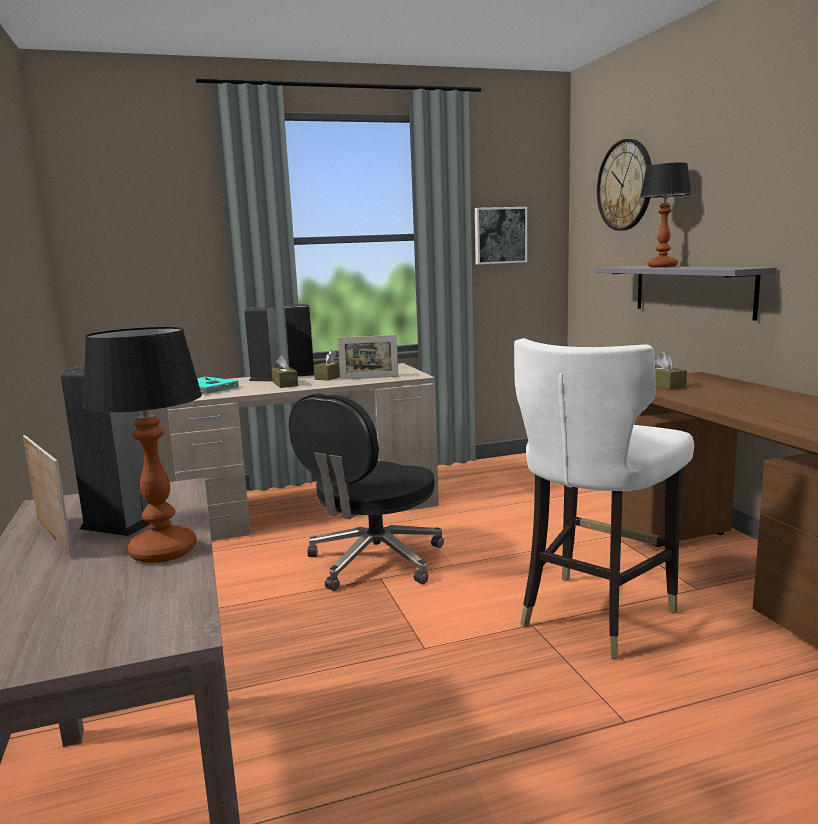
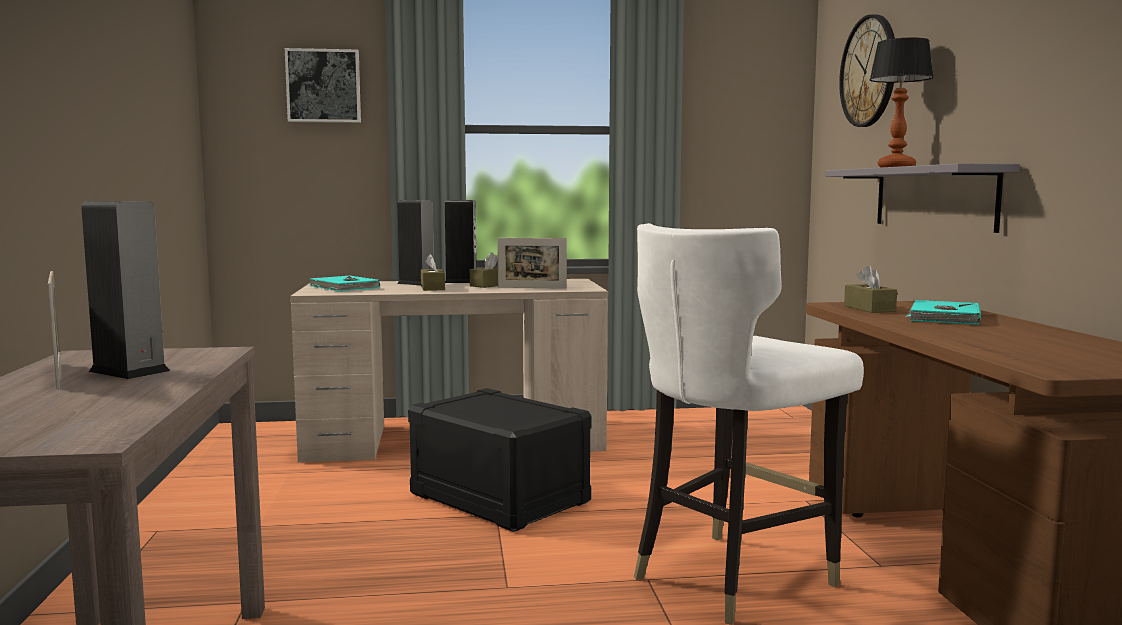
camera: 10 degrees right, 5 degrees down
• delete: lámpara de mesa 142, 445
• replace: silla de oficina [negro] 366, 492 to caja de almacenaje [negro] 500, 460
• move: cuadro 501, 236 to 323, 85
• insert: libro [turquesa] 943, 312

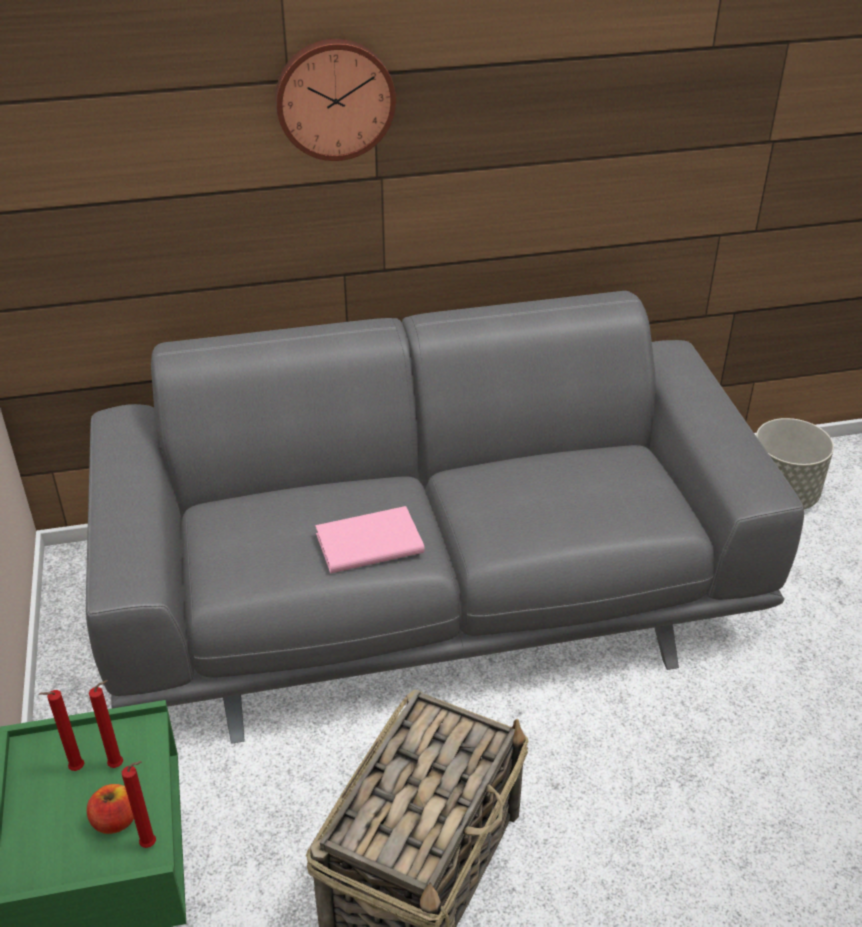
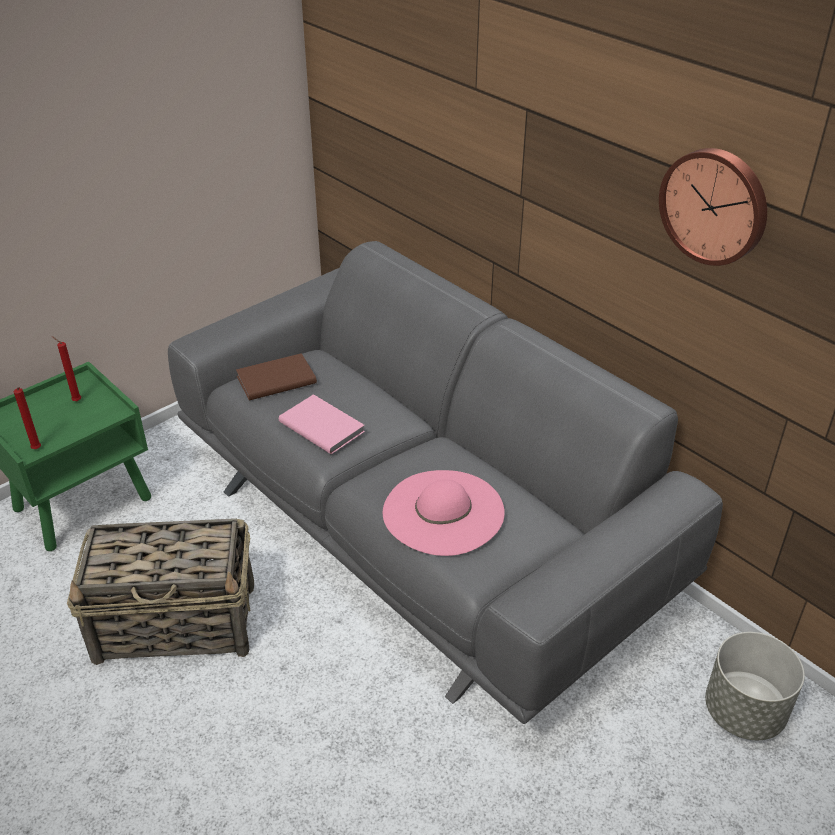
camera: 60 degrees right, 0 degrees up
• delete: manzana 110, 809
• delete: vela [rojo] 106, 724
• move: reloj de pared 335, 100 to 713, 207
• insert: libro [marrón] 276, 377
• insert: sombrero [rosa] 444, 513

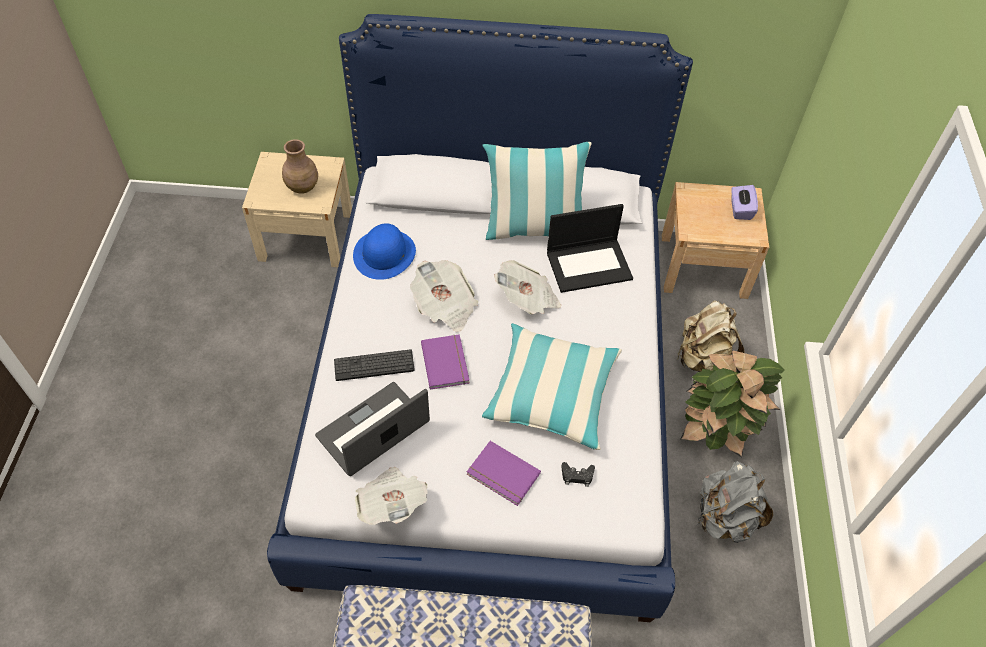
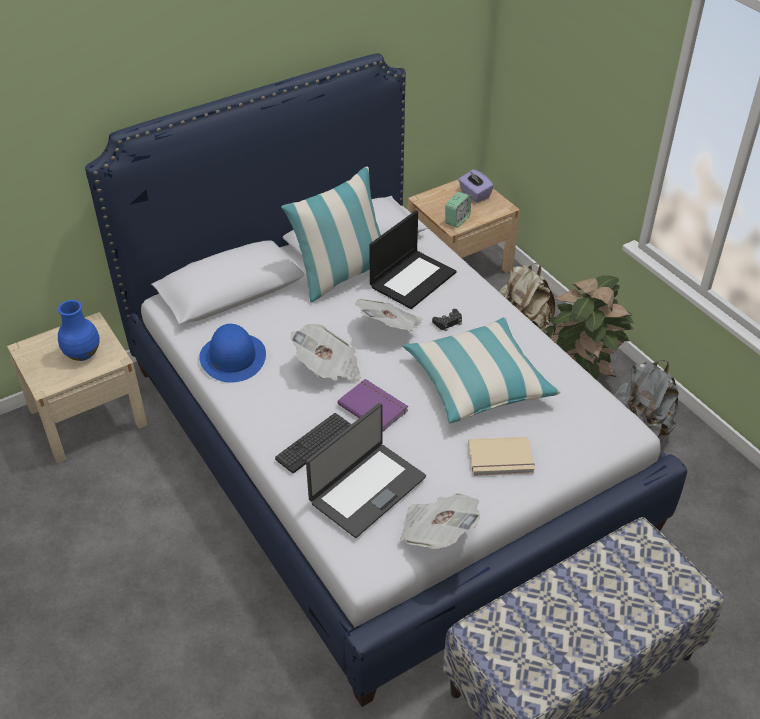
camera: 35 degrees left, 10 degrees down
• recolor: florero [marrón] 300, 166 to florero [azul] 79, 330
• rotate: portátil 372, 429 = 366, 470 150 degrees counterclockwise
• recolor: libro [morado] 504, 473 to libro [beis] 501, 456
• move: mando de consola [negro] 578, 474 to 447, 320
• insert: despertador 458, 209

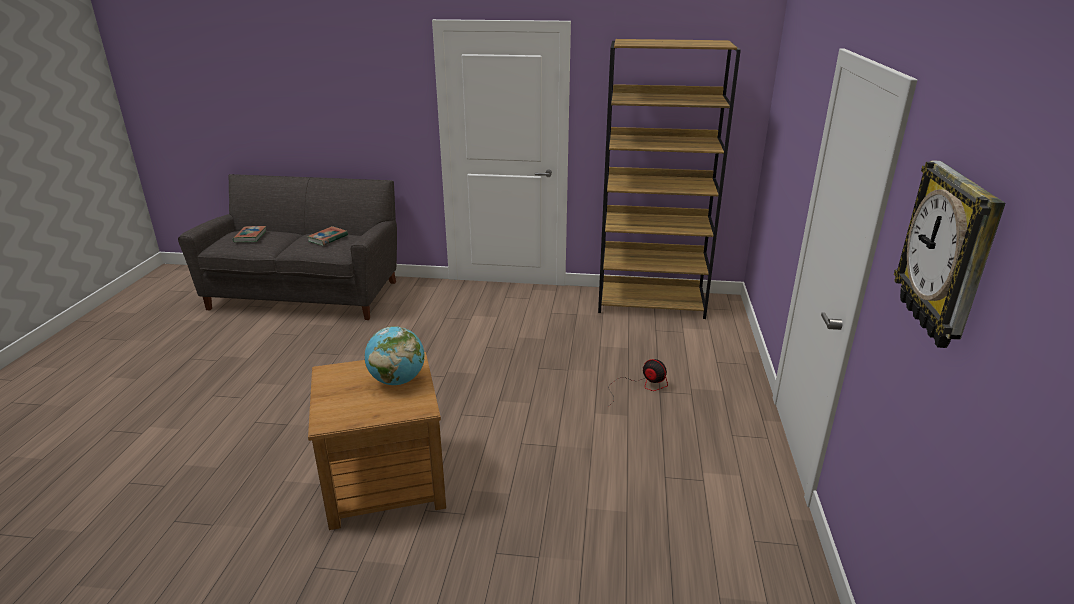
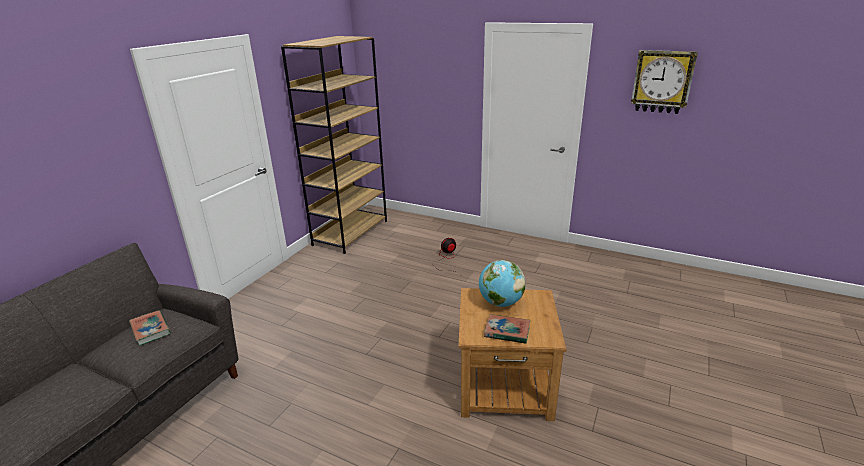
camera: 70 degrees left, 0 degrees up
• move: libro 250, 234 to 507, 328

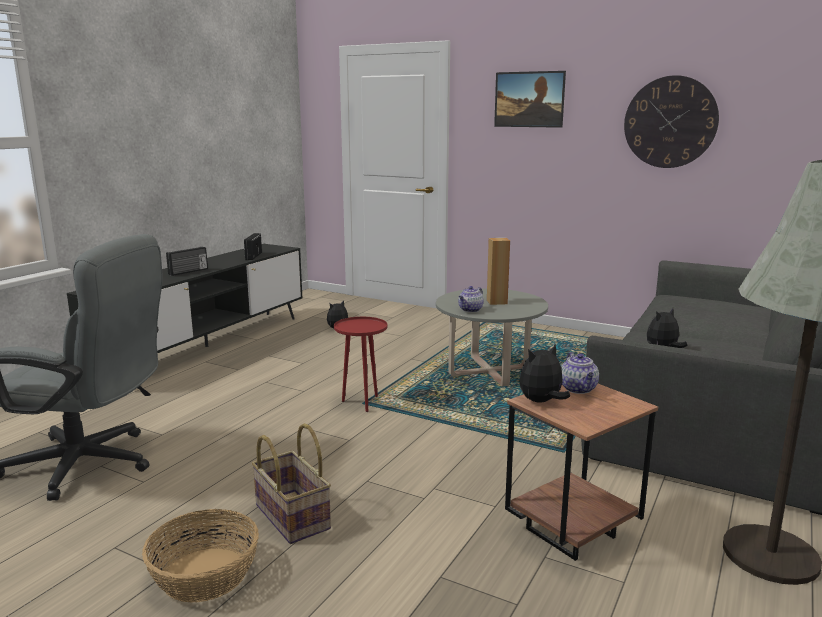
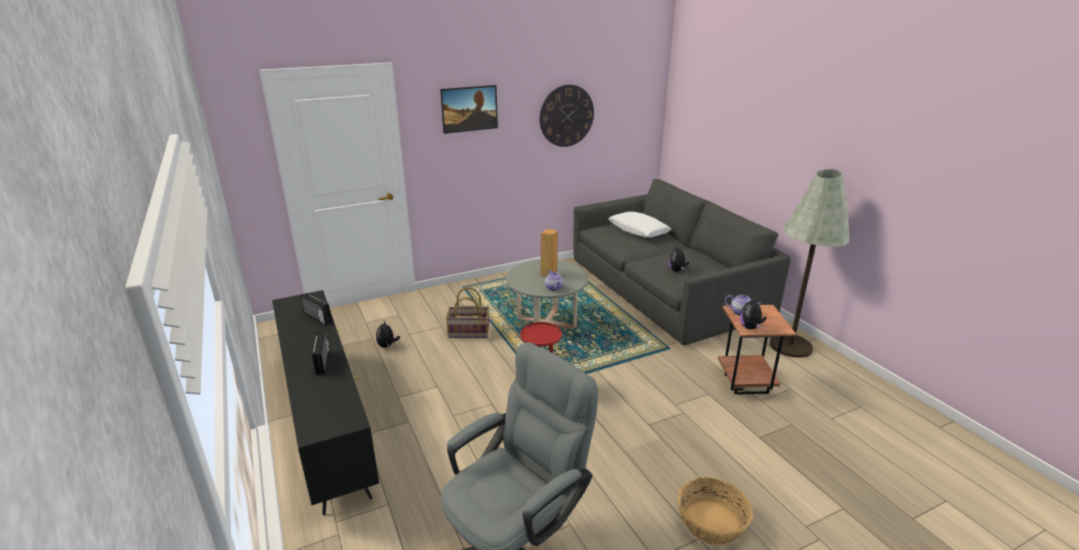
camera: 55 degrees left, 10 degrees up
• move: cesta 291, 483 to 467, 312
• insert: cojín [blanco] 640, 225

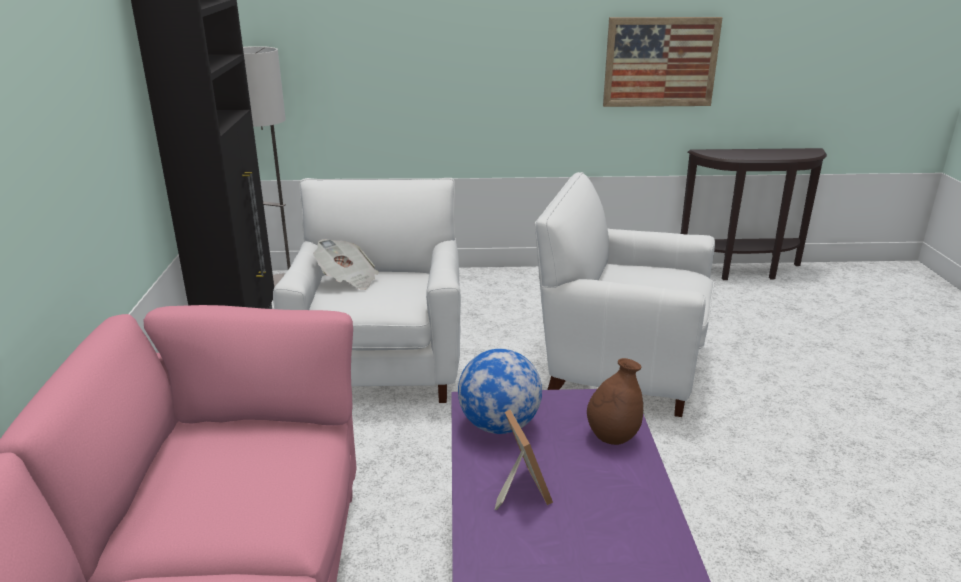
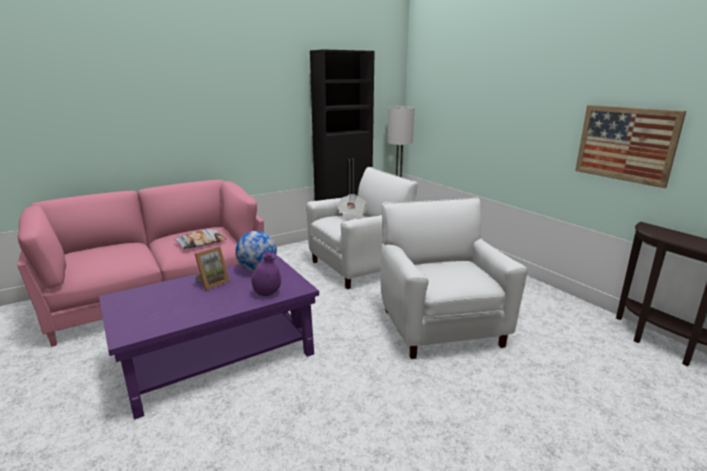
camera: 60 degrees right, 5 degrees down
• recolor: florero [marrón] 615, 401 to florero [morado] 266, 274
• insert: cojín 200, 239

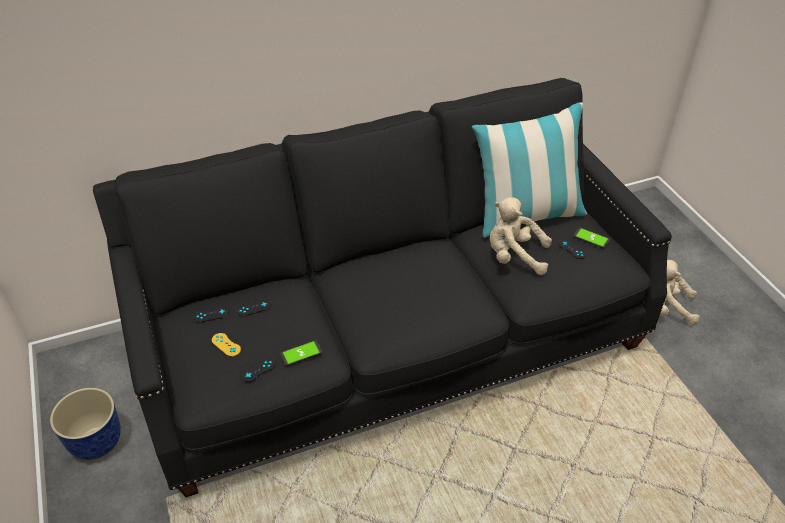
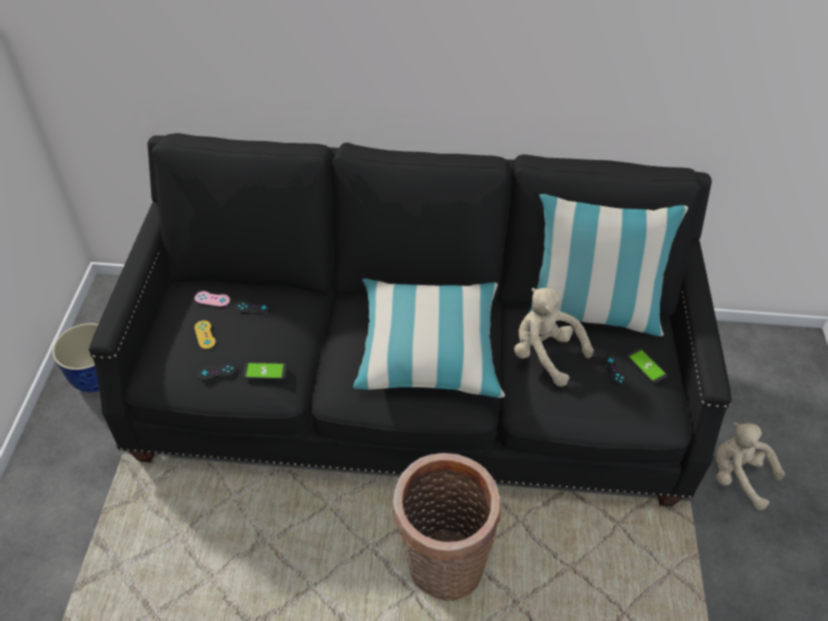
camera: 25 degrees right, 5 degrees up
• recolor: mando de consola [negro] 211, 314 to mando de consola [rosa] 212, 299
• insert: cojín 429, 338
• insert: cesta 446, 527

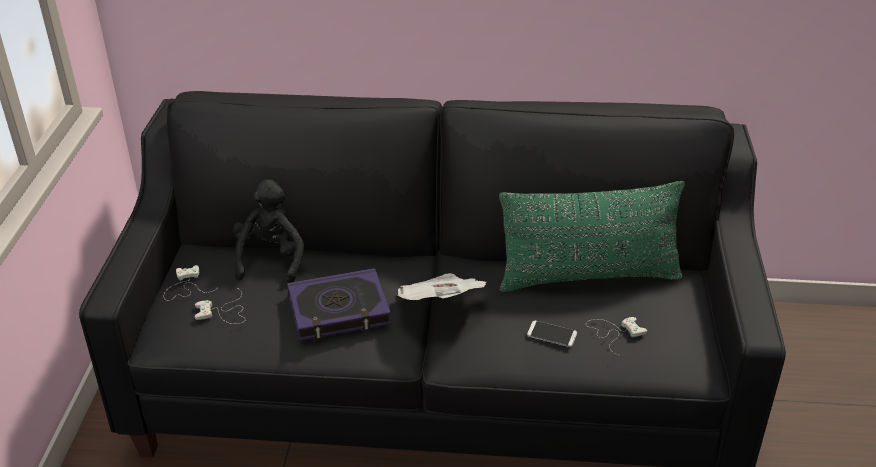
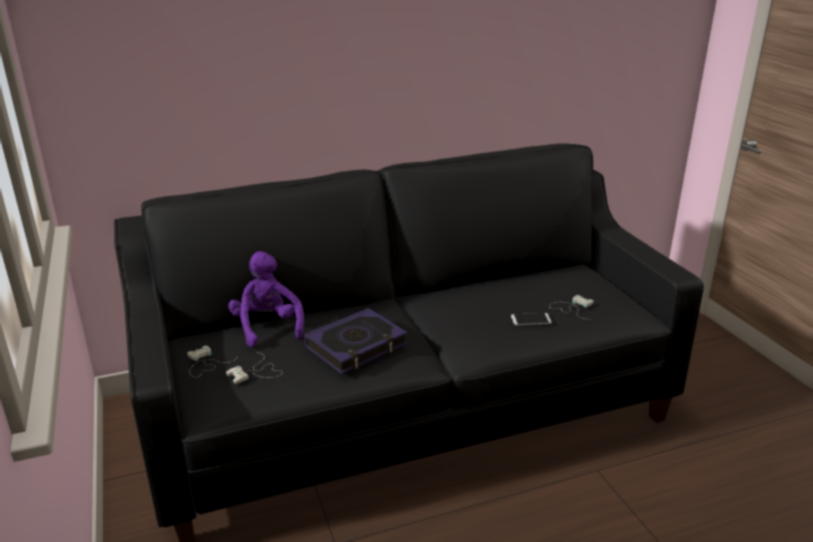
camera: 25 degrees left, 10 degrees down
• recolor: peluche [negro] 268, 231 to peluche [morado] 266, 299
• delete: periódico 442, 286
• delete: cojín [verde] 592, 236

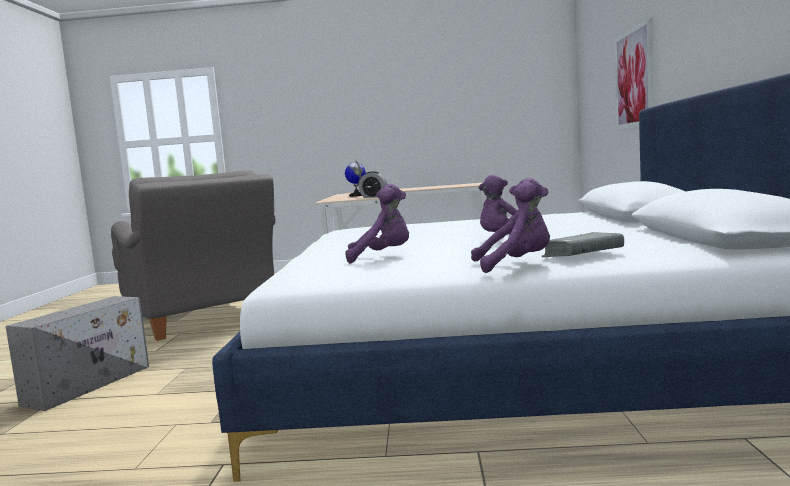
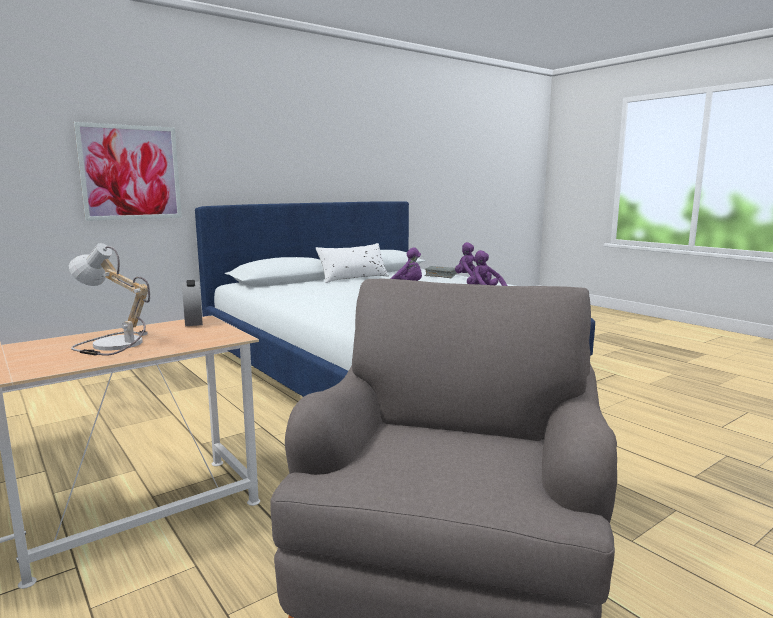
camera: 130 degrees left, 5 degrees up
• delete: caja de almacenaje [gris] 77, 353
• replace: globo terráqueo 355, 178 to lámpara de mesa 109, 299
• insert: cojín [blanco] 352, 263

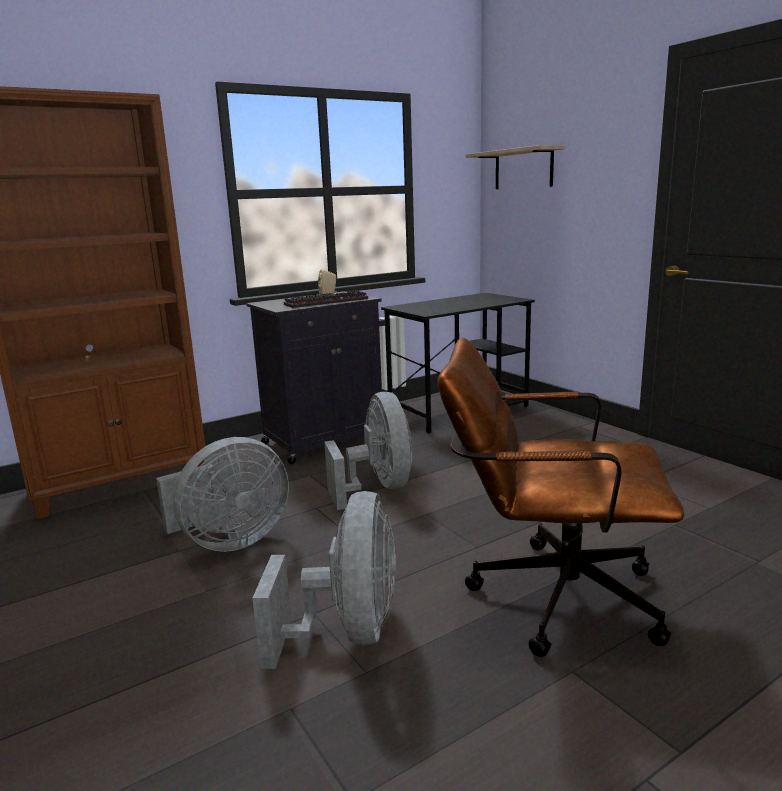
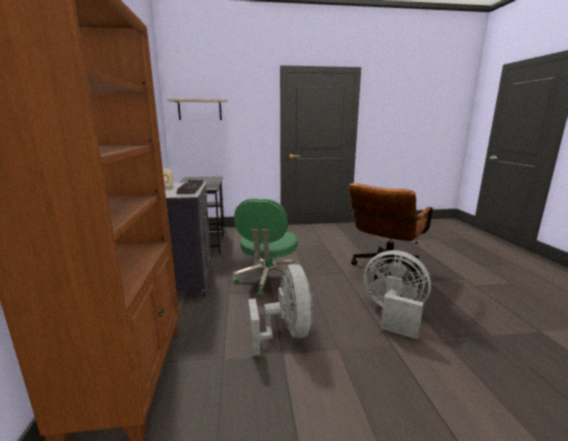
camera: 65 degrees left, 0 degrees up
• replace: ventilador [gris] 368, 451 to silla de oficina [verde] 265, 247

